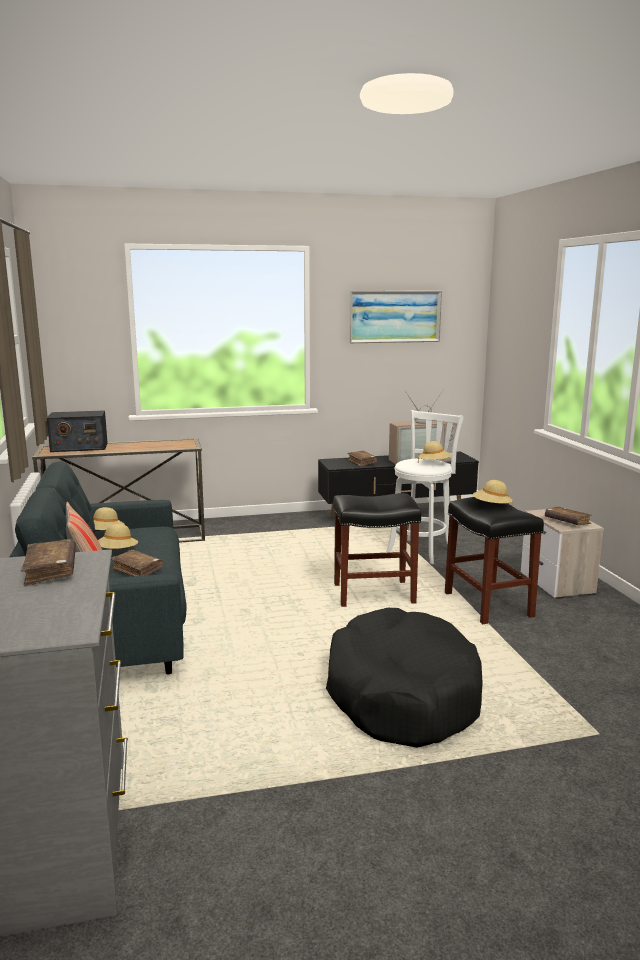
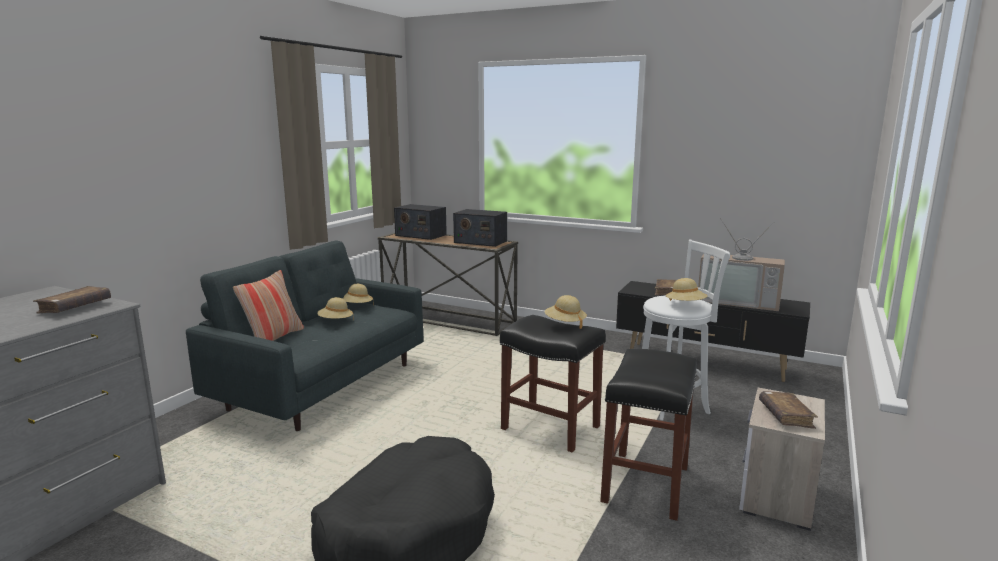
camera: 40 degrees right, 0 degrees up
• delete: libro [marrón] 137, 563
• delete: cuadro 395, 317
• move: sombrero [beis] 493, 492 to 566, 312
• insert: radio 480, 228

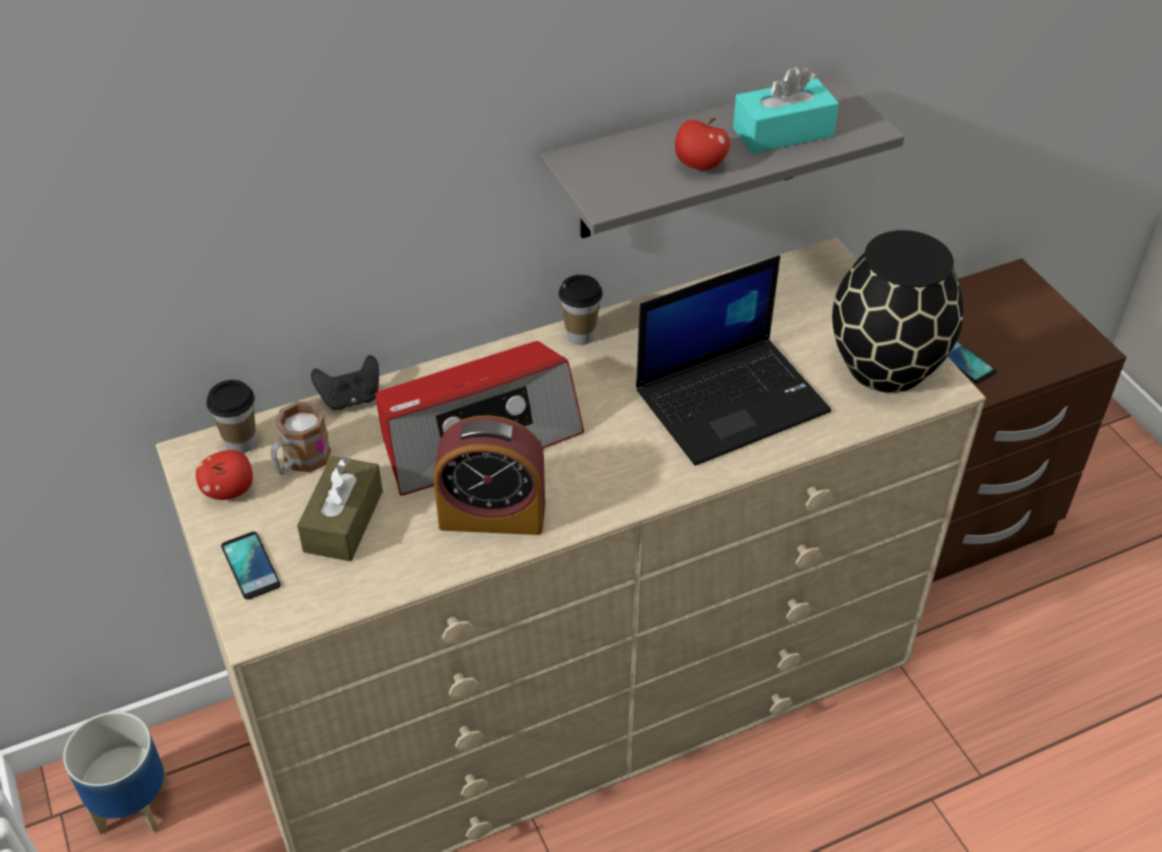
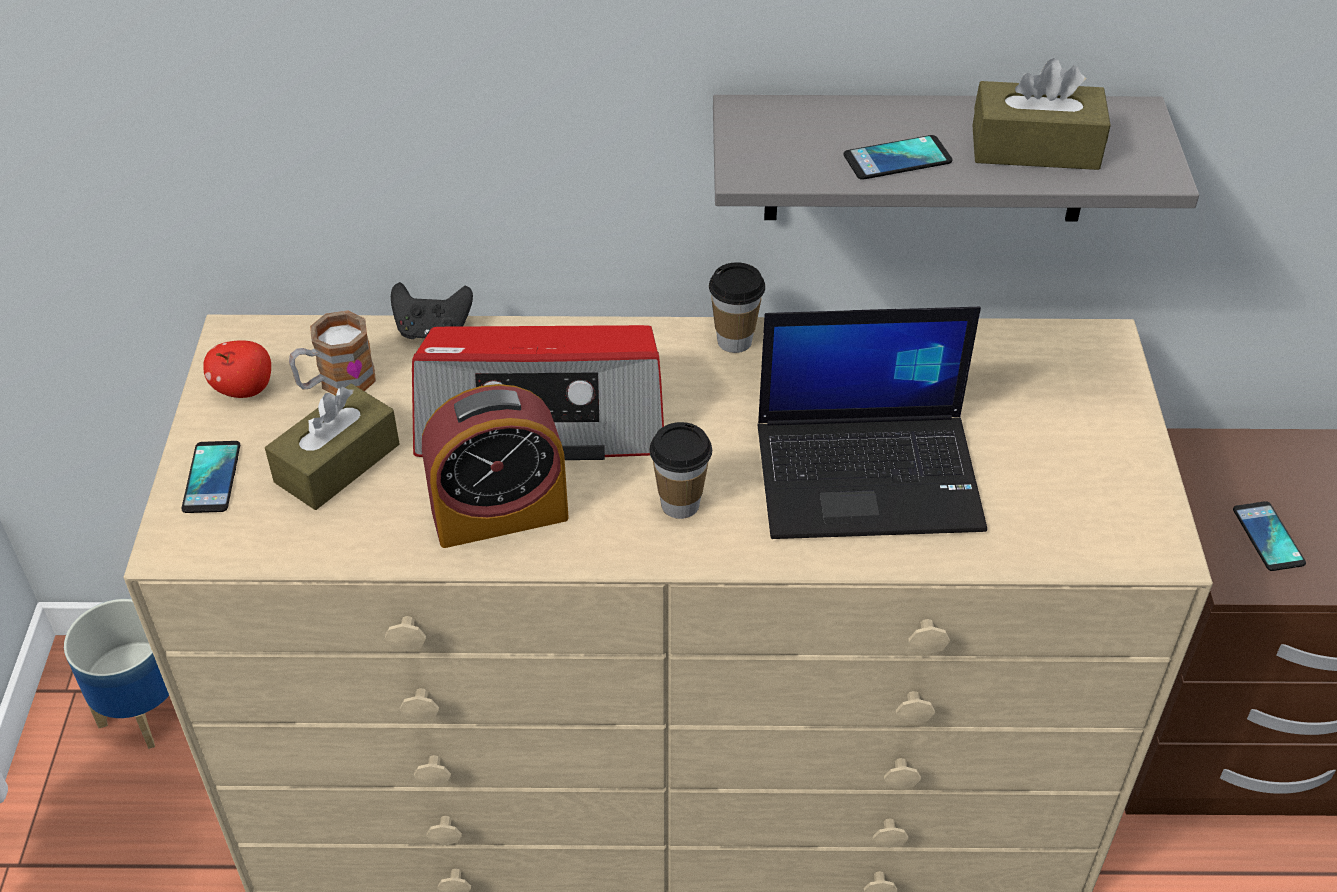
camera: 25 degrees right, 0 degrees up
• move: taza 231, 416 to 680, 470
• rotate: despertador 489, 475 = 495, 466 45 degrees counterclockwise
• replace: manzana 702, 144 to móvil 898, 157
• recolor: caja de pañuelos [turquesa] 786, 110 to caja de pañuelos [marrón] 1041, 114
• delete: florero [negro] 897, 311

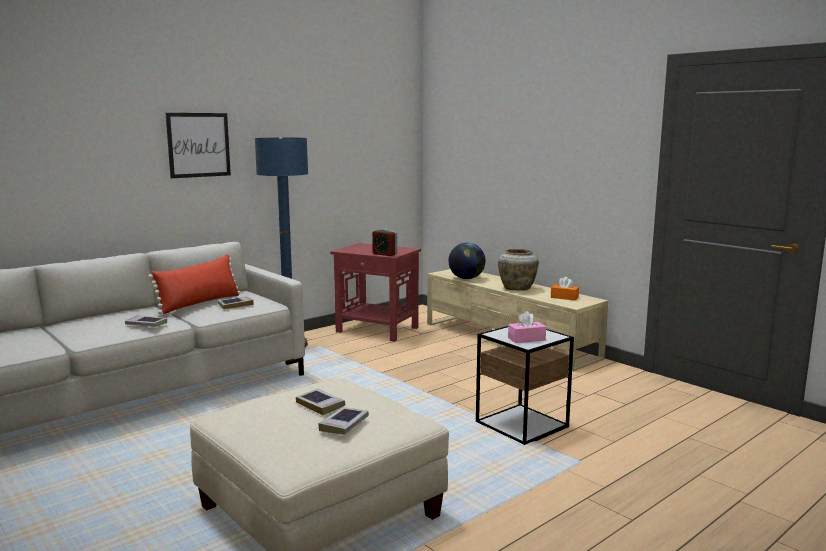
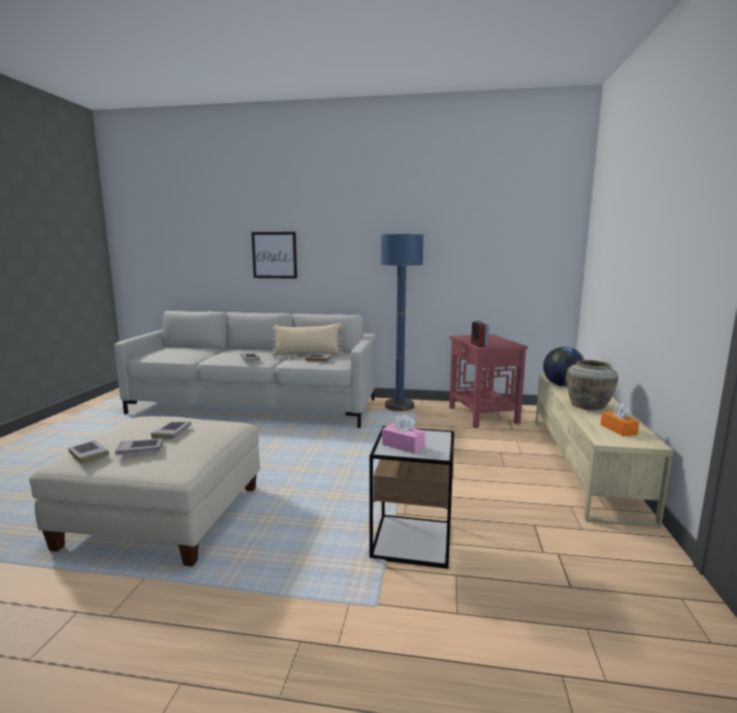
camera: 50 degrees right, 0 degrees up
• recolor: cojín [rojo] 194, 284 to cojín [beis] 307, 339
• move: cuadro 198, 145 to 274, 255
• insert: libro 88, 452

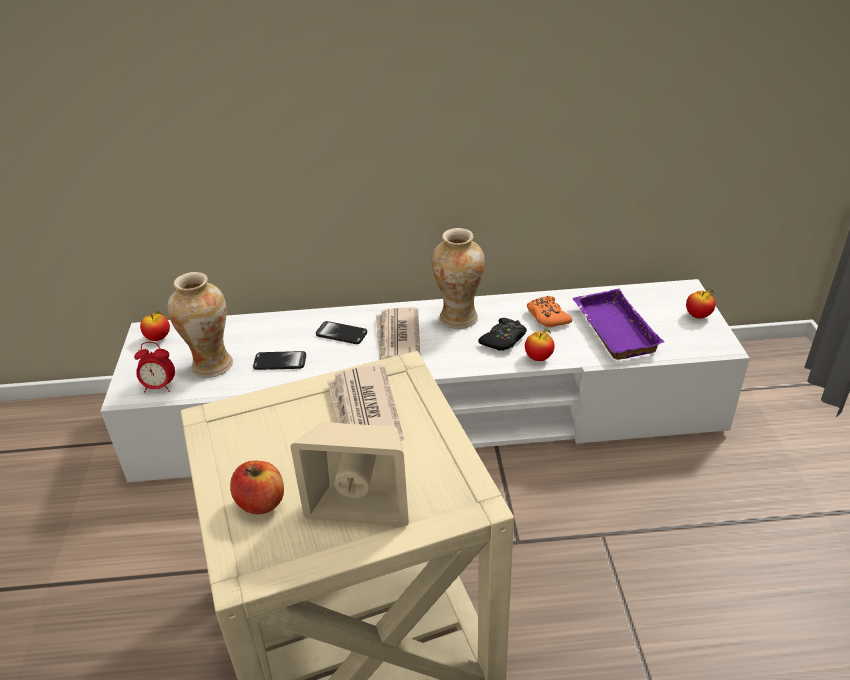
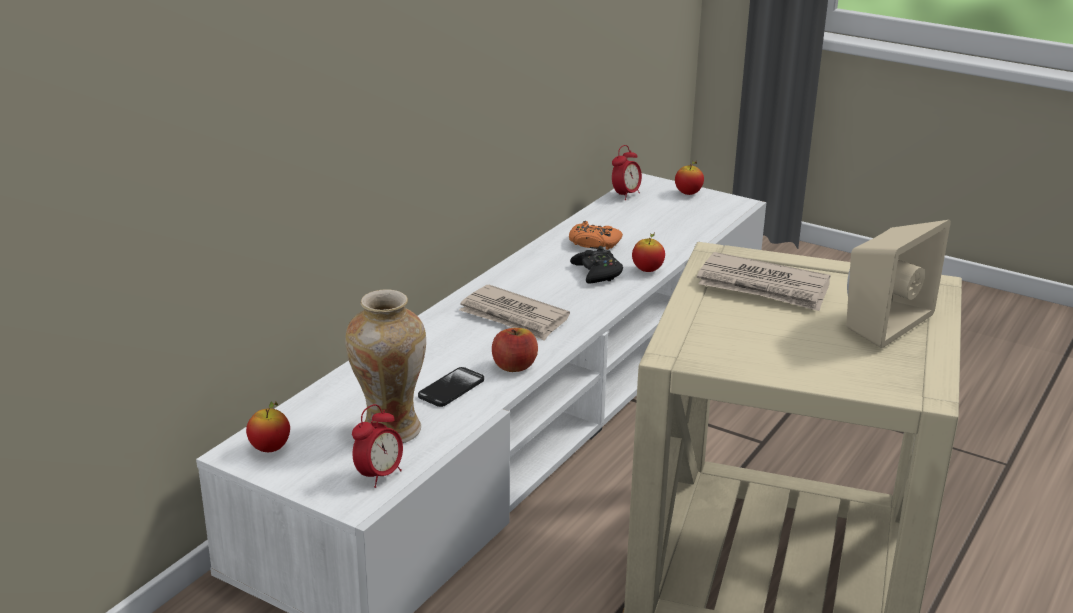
camera: 55 degrees left, 10 degrees down
• move: manzana 257, 488 to 515, 350
• delete: móvil 341, 332
• delete: florero 458, 278
• delete: bandeja [morado] 618, 324
• insert: despertador 627, 172

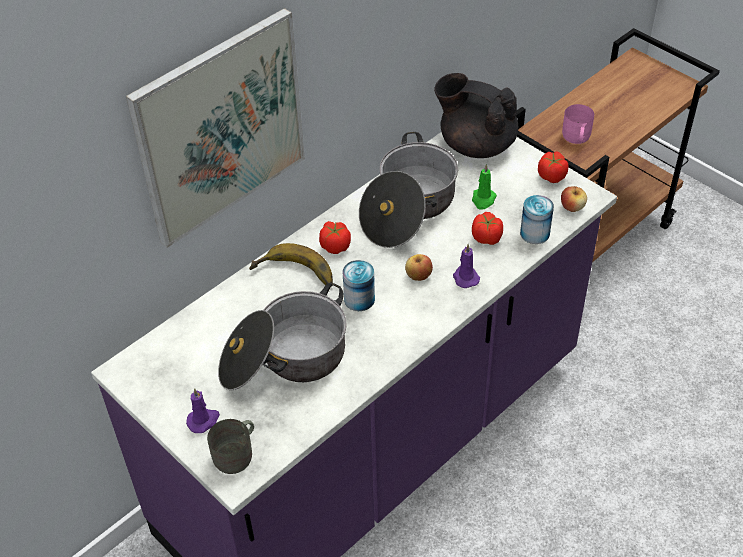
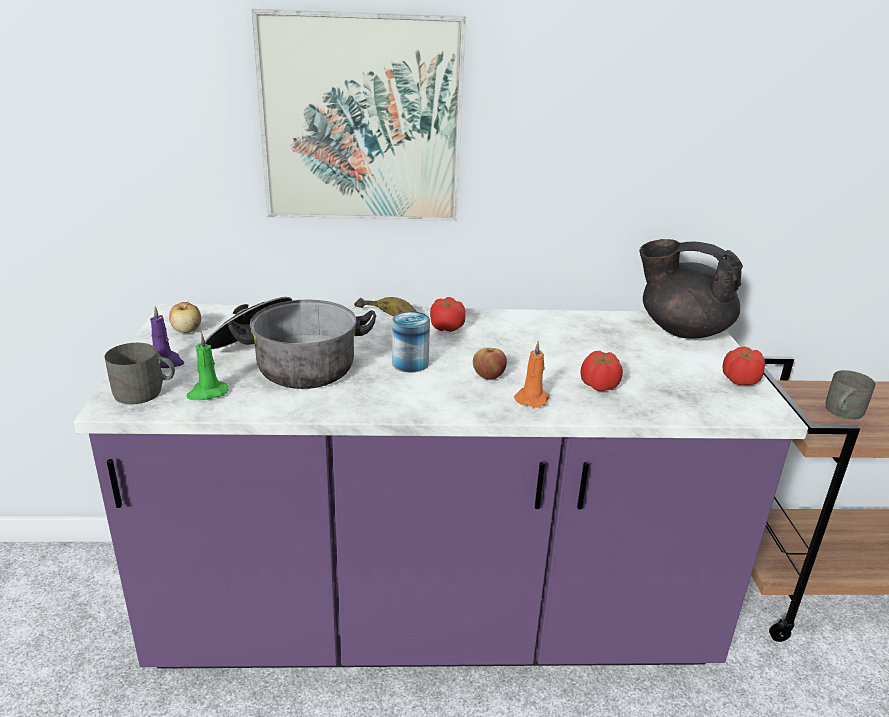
camera: 40 degrees right, 20 degrees down
• delete: olla 408, 190
• rotate: tetera [negro] 476, 115 = 691, 289 45 degrees counterclockwise
• recolor: vela [morado] 466, 266 to vela [naranja] 531, 374
• move: vela [verde] 484, 187 to 207, 366
• delete: lata 537, 219
• move: manzana 574, 199 to 185, 317
• recolor: taza grande [rosa] 578, 124 to taza grande [gris] 850, 395

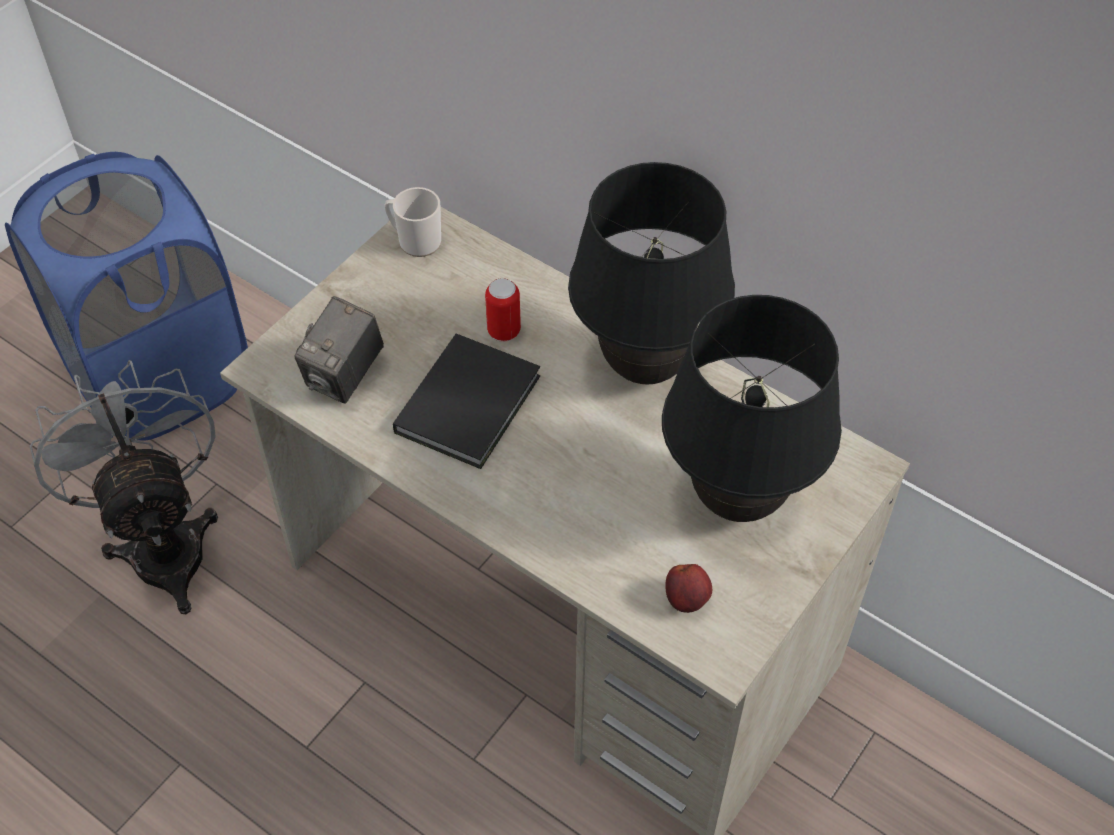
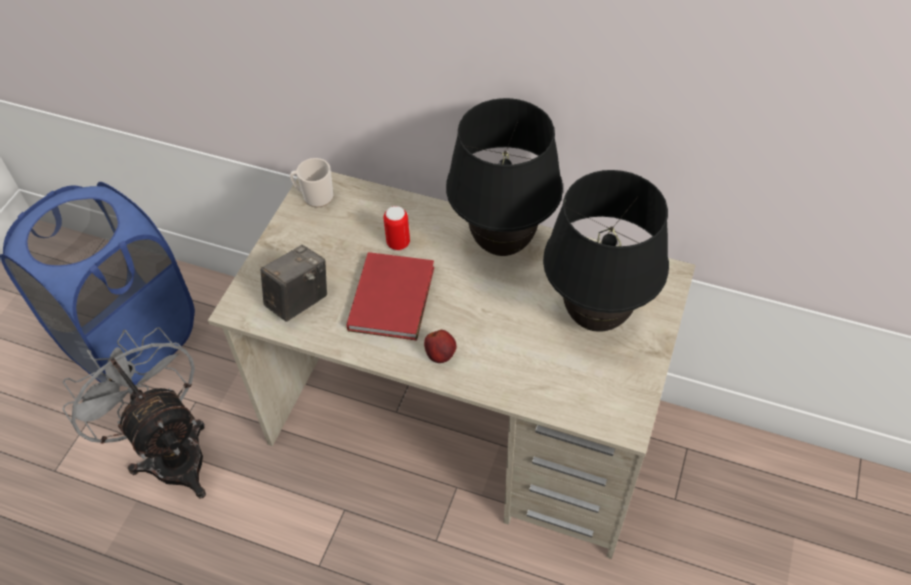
camera: 15 degrees left, 0 degrees up
• rotate: cámara 339, 350 = 294, 283 150 degrees counterclockwise
• recolor: libro [negro] 466, 401 to libro [rojo] 390, 296
• move: manzana 688, 588 to 440, 346

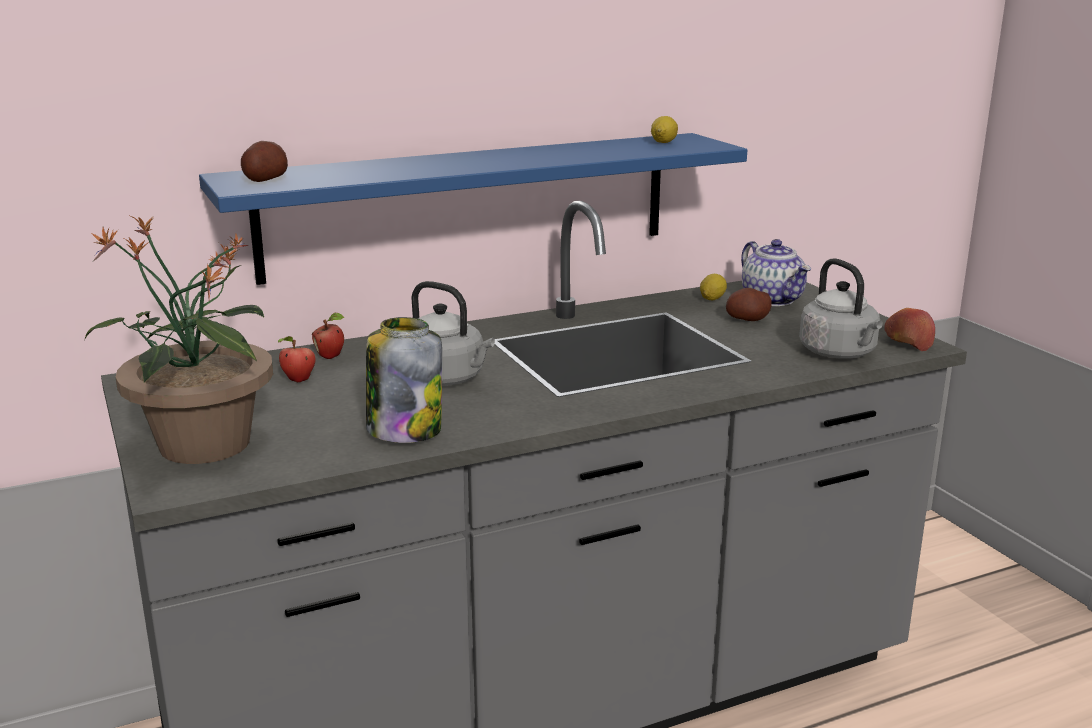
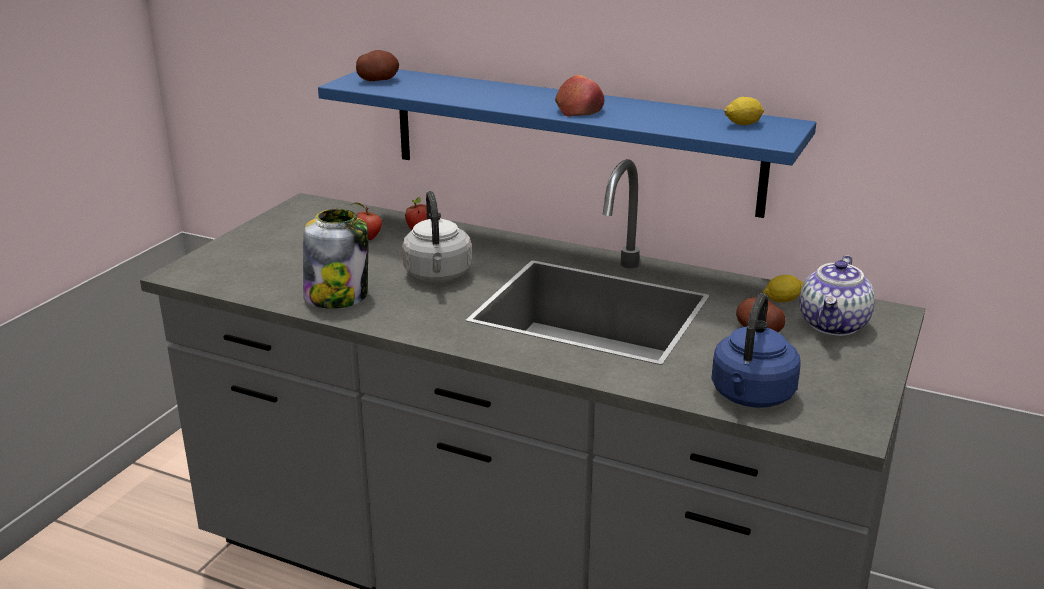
camera: 50 degrees right, 5 degrees up
• delete: planta en maceta 178, 340
• recolor: hervidor [gris] 841, 308 to hervidor [azul] 756, 350
• move: manzana 909, 329 to 580, 96

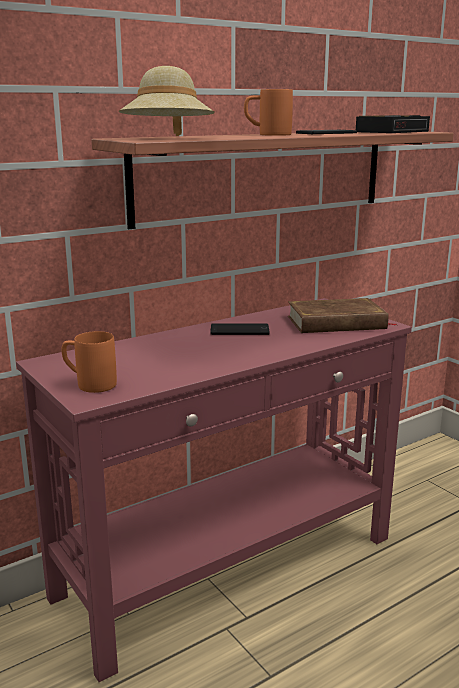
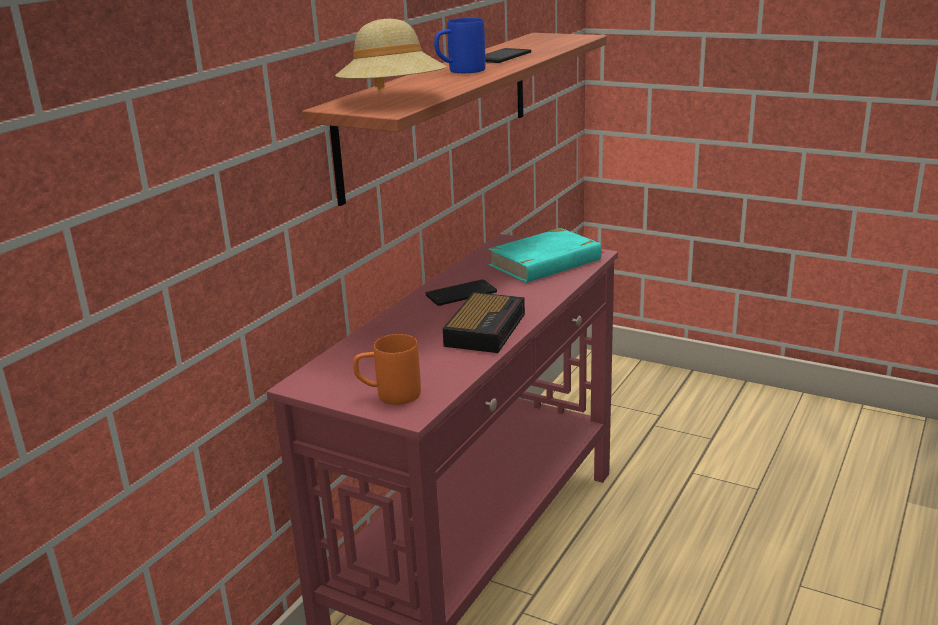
camera: 25 degrees left, 5 degrees up
• recolor: taza grande [naranja] 268, 112 to taza grande [azul] 459, 45
• recolor: libro [marrón] 342, 315 to libro [turquesa] 546, 255
• move: despertador 393, 124 to 484, 322

